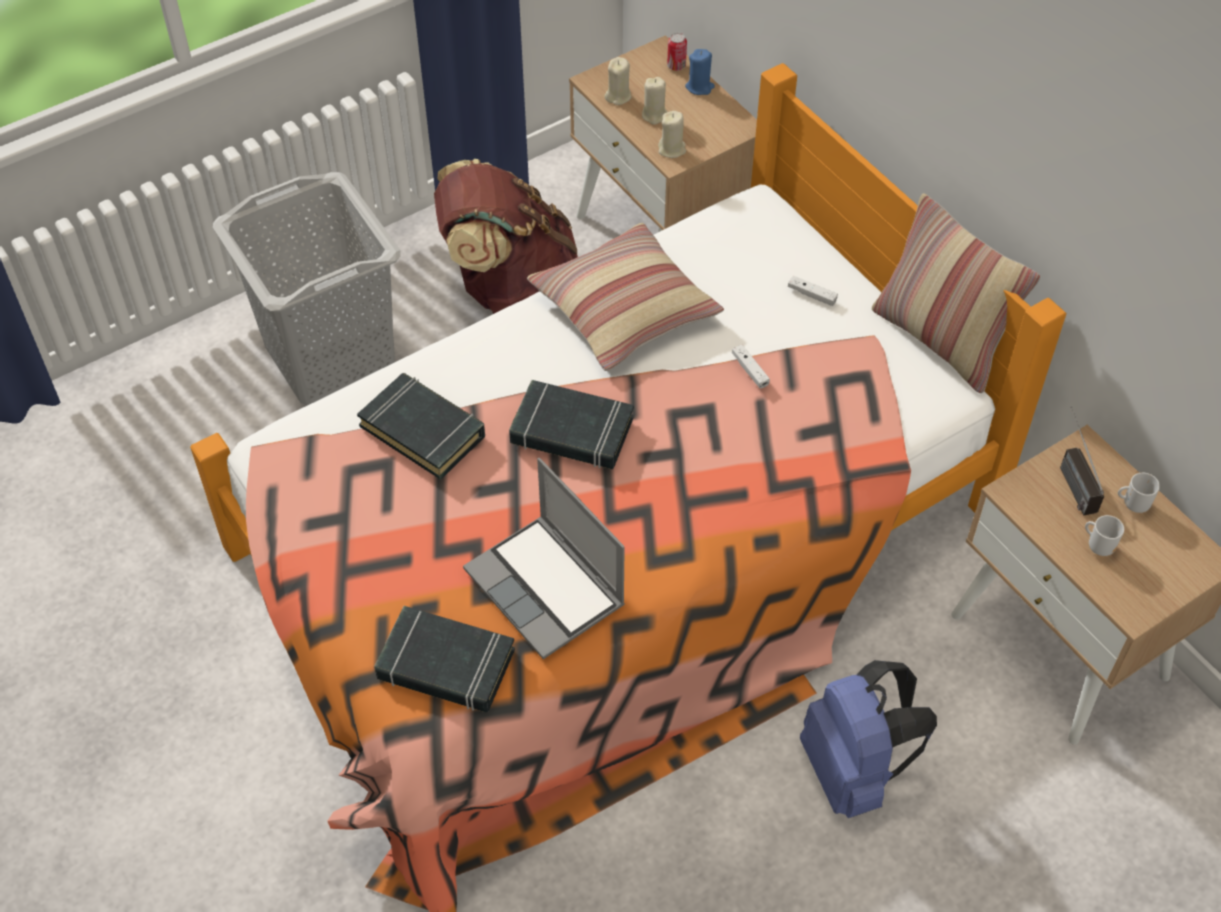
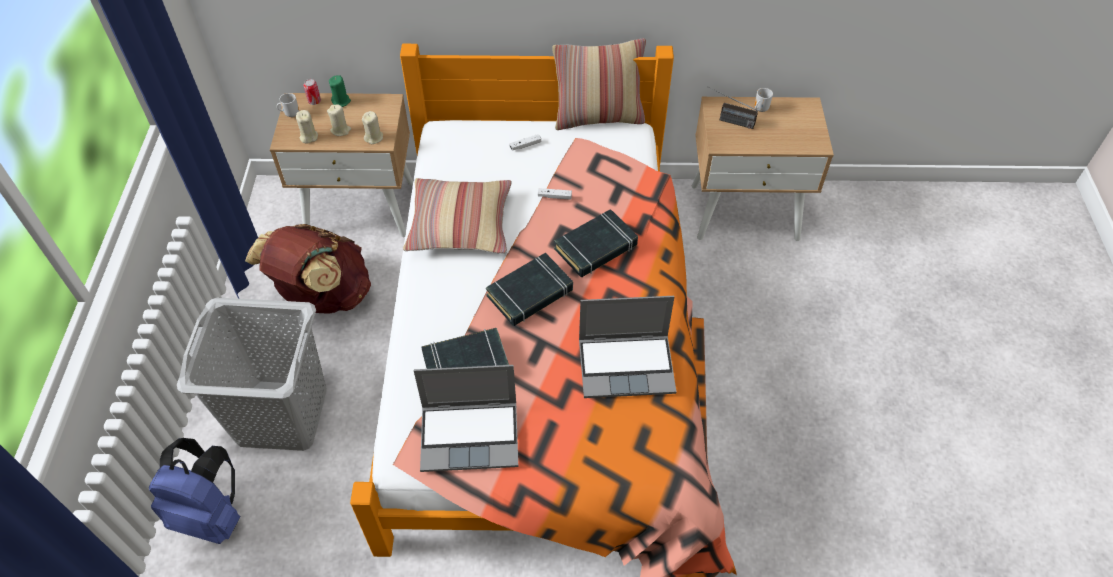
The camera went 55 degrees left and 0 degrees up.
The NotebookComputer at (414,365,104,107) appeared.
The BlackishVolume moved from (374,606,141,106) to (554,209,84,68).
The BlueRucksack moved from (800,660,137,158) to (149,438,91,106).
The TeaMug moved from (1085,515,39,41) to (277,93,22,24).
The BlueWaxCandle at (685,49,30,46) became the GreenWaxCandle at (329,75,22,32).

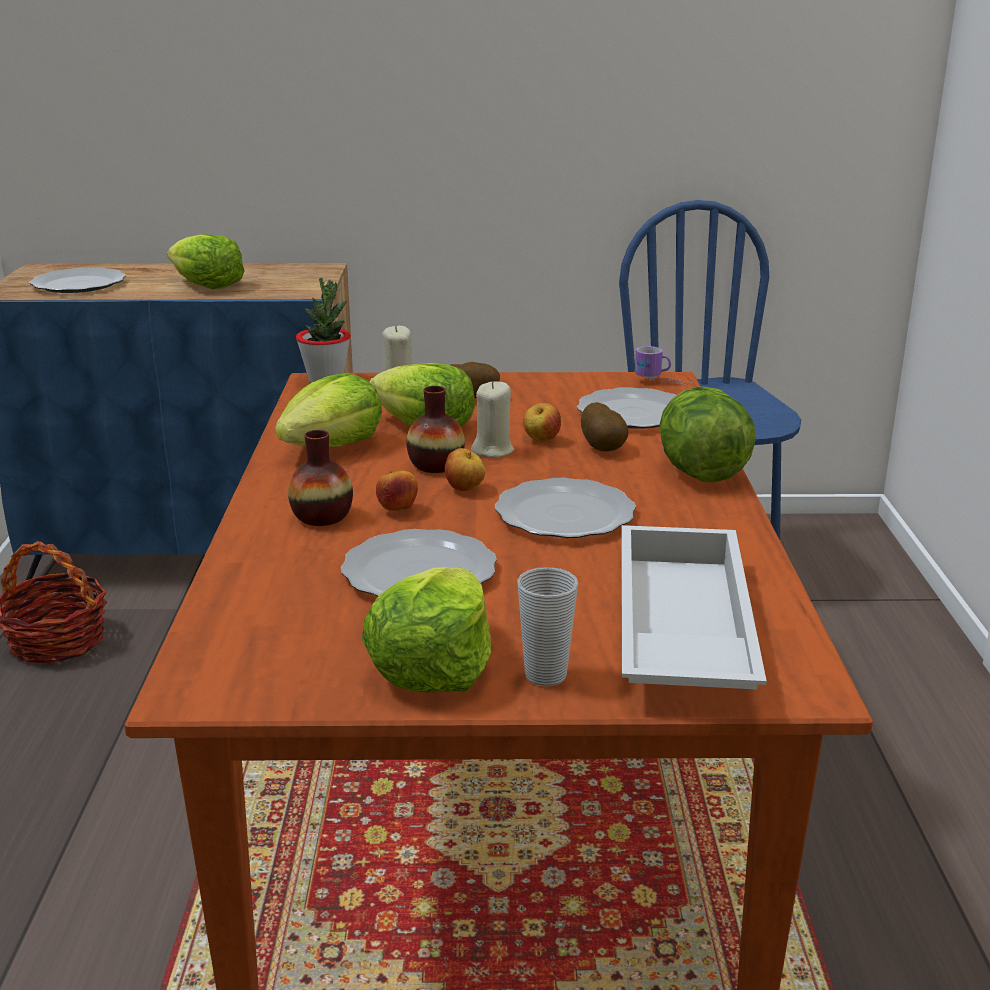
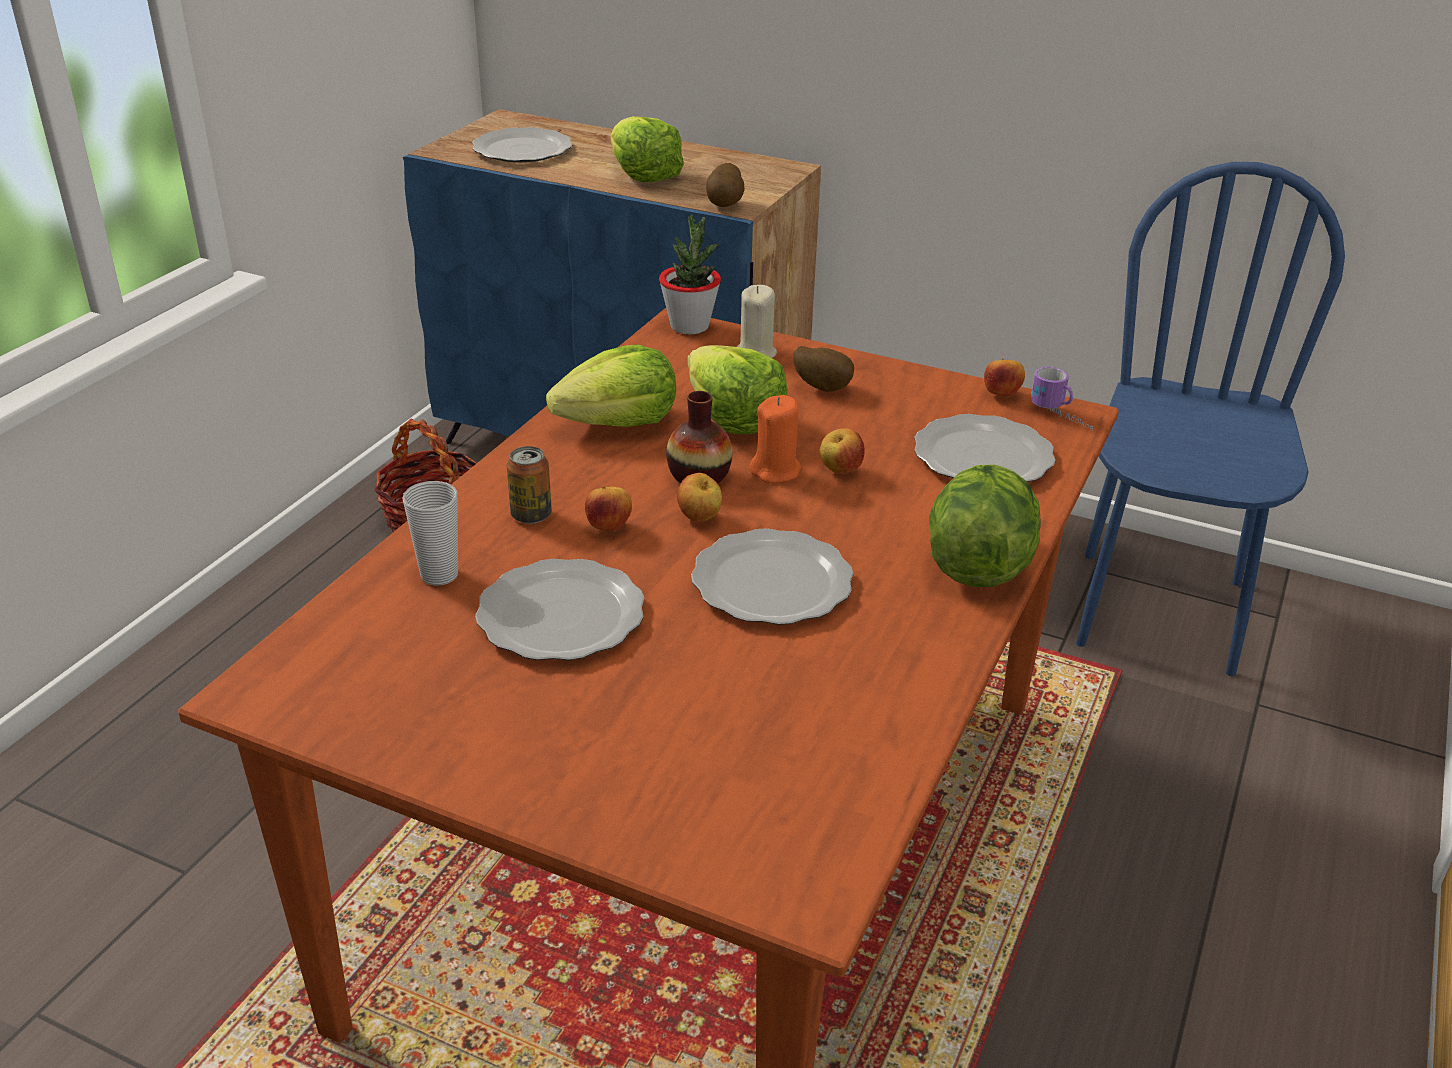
The camera went 25 degrees right and 10 degrees up.
The HeadOfLettuce at (362,567,129,126) disappeared.
The WhiteTray at (621,525,146,165) disappeared.
The WholeApple at (984,358,41,39) appeared.
The Cup moved from (517,567,61,119) to (402,481,56,104).
The Spud moved from (581,402,48,50) to (706,163,39,44).
The FlowerVase at (288,430,65,96) was replaced by the MetalCan at (507,446,45,78).
The BeigeWaxCandle at (471,381,43,77) became the OrangeColouredWaxCandle at (749,395,52,88).

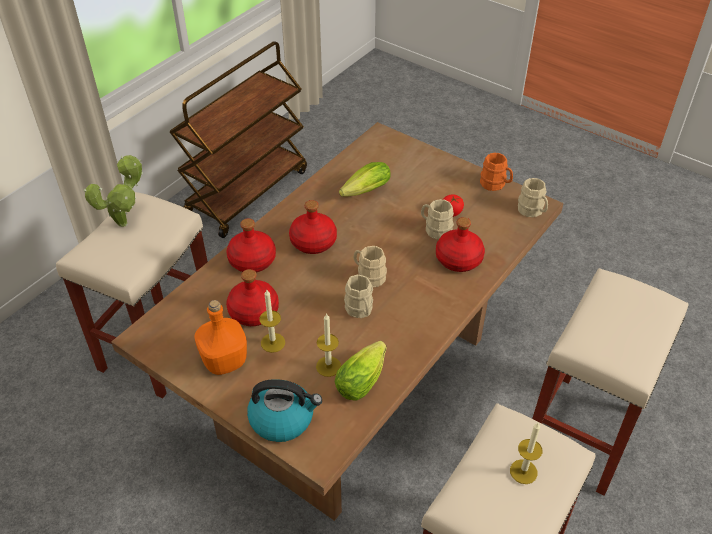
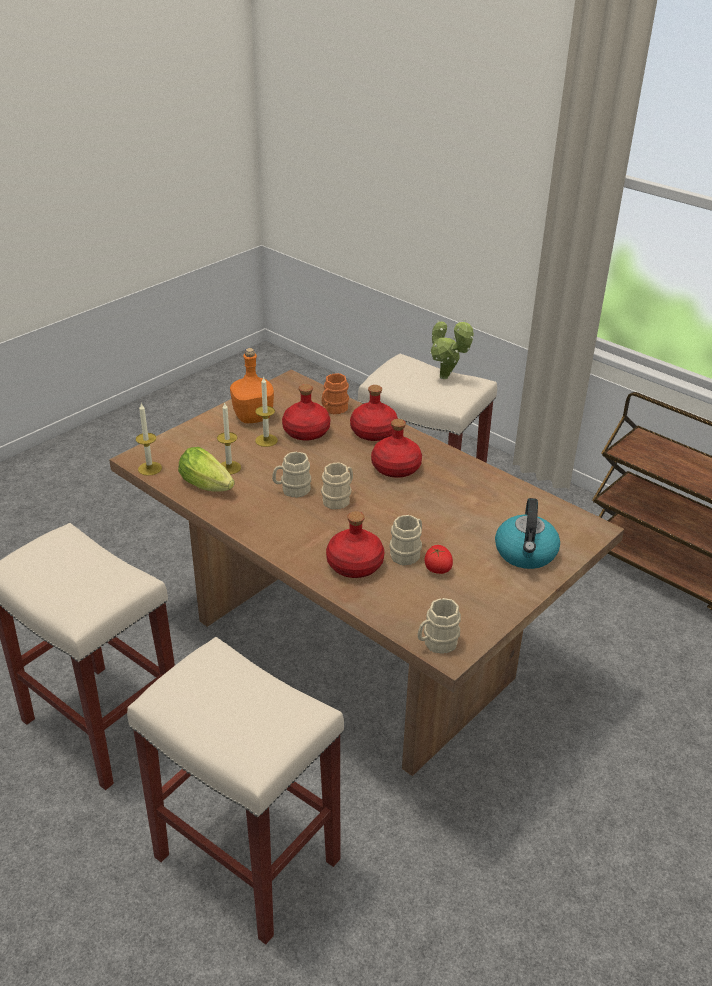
The camera went 95 degrees right and 10 degrees down.
The HeadOfLettuce at (339,162,51,35) disappeared.
The TeaKettle moved from (247,379,75,63) to (495,498,65,71).
The OrangeColouredTeaMug moved from (480,153,33,38) to (322,373,27,41).
The WaxCandle moved from (510,423,32,61) to (136,404,26,72).

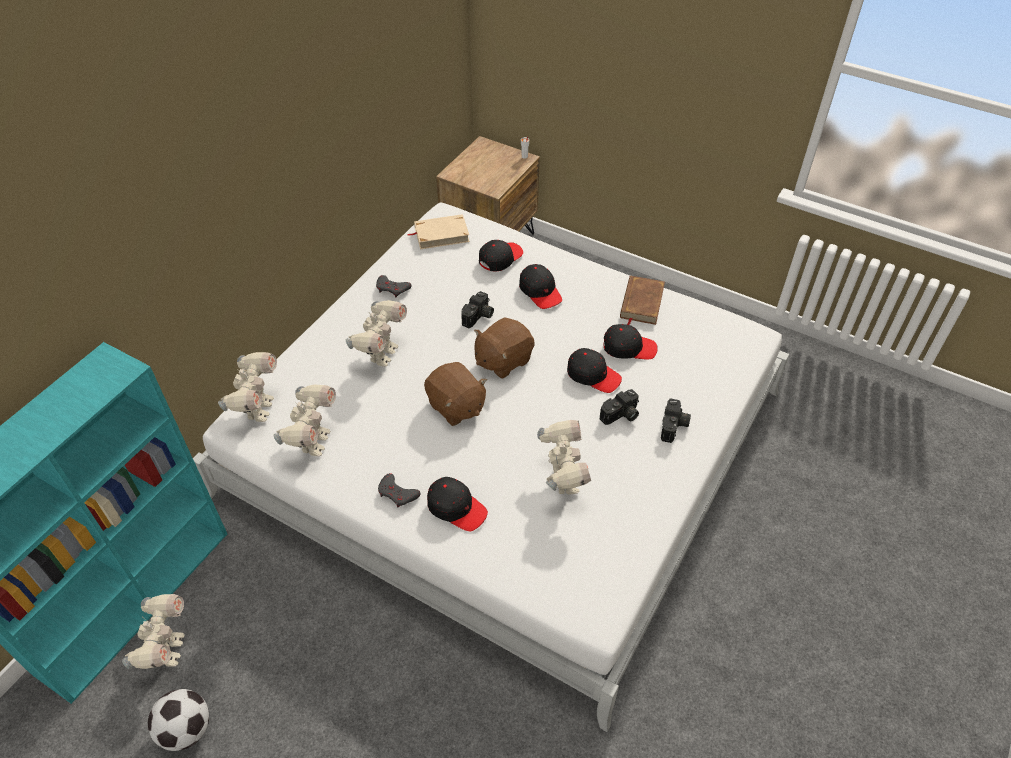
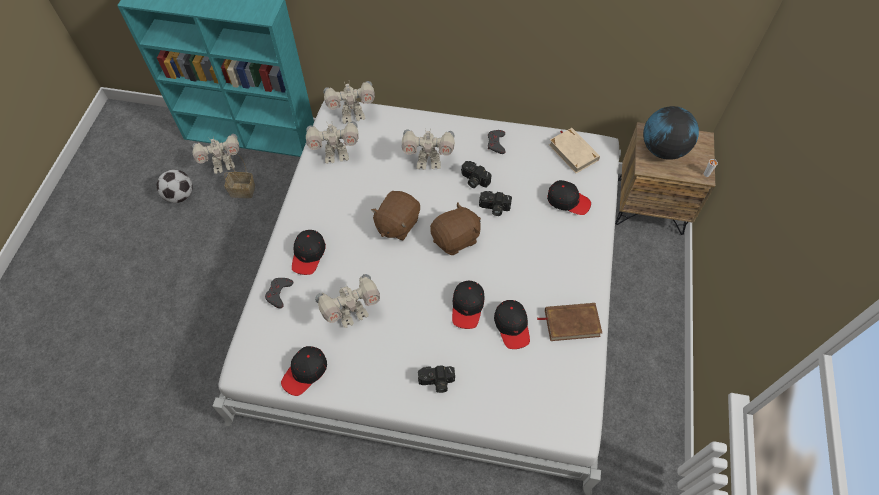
The camera went 70 degrees right and 10 degrees up.
The Basket at (224,153,31,45) appeared.
The DeskGlobe at (643,106,56,54) appeared.
The GreyGamepad moved from (378,473,43,34) to (265,278,28,30).
The BlackishBaseballCap moved from (519,264,43,45) to (281,346,46,50).
The PhotoCamera moved from (600,389,39,36) to (461,161,30,27).
The BrownishSoftToy at (474,318,61,61) turned 120 degrees clockwise.

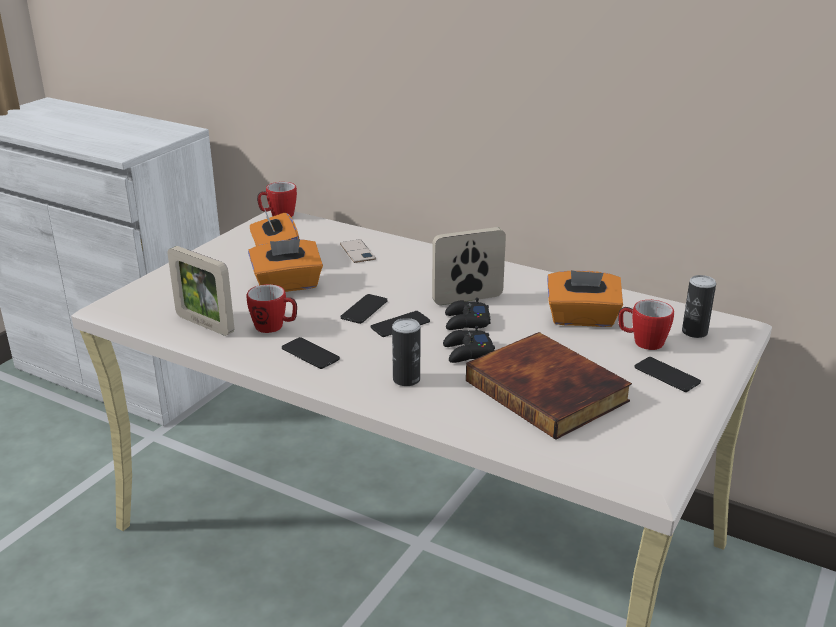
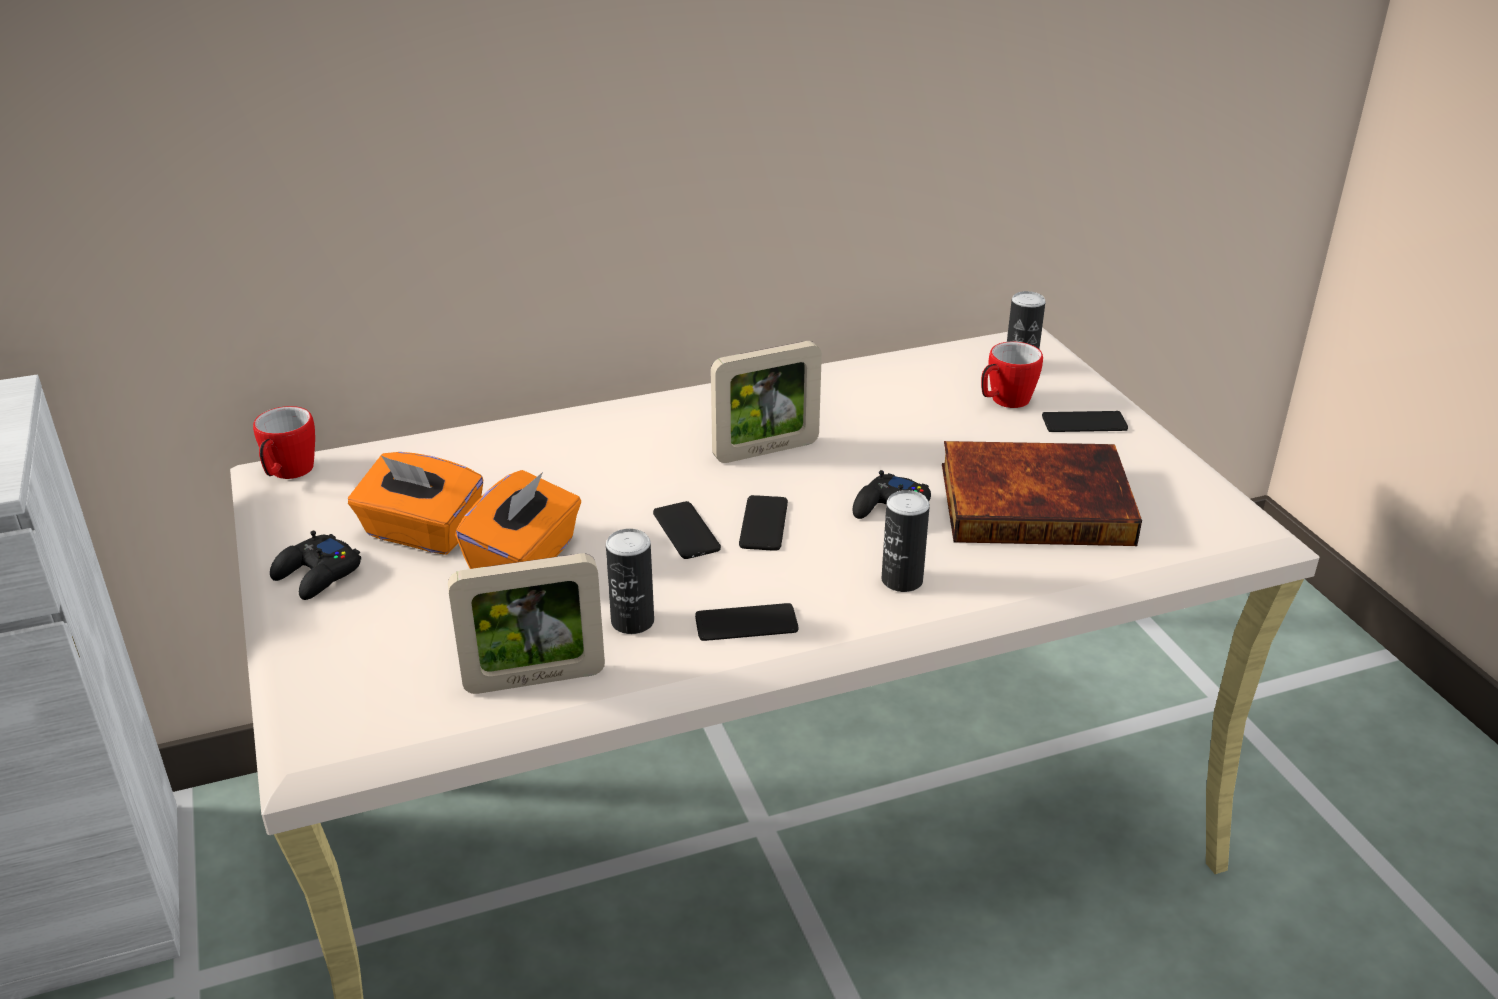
The camera went 50 degrees left and 5 degrees up.
The Telephone at (340,239,36,24) disappeared.
The OrangeColouredTissueBox at (547,270,76,57) disappeared.
The BlackishGamepad moved from (445,298,45,32) to (270,531,91,69).
The TeaMug at (246,284,51,49) was replaced by the MetalCan at (606,529,48,105).
The PictureFrame at (432,227,74,78) turned 135 degrees counterclockwise.

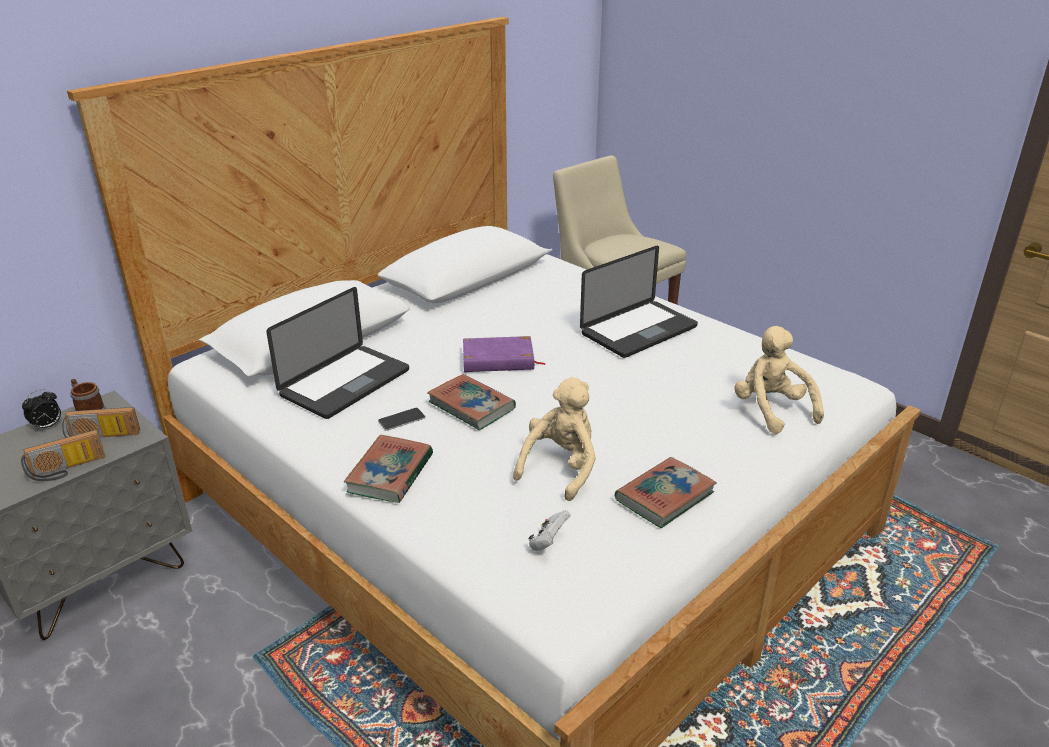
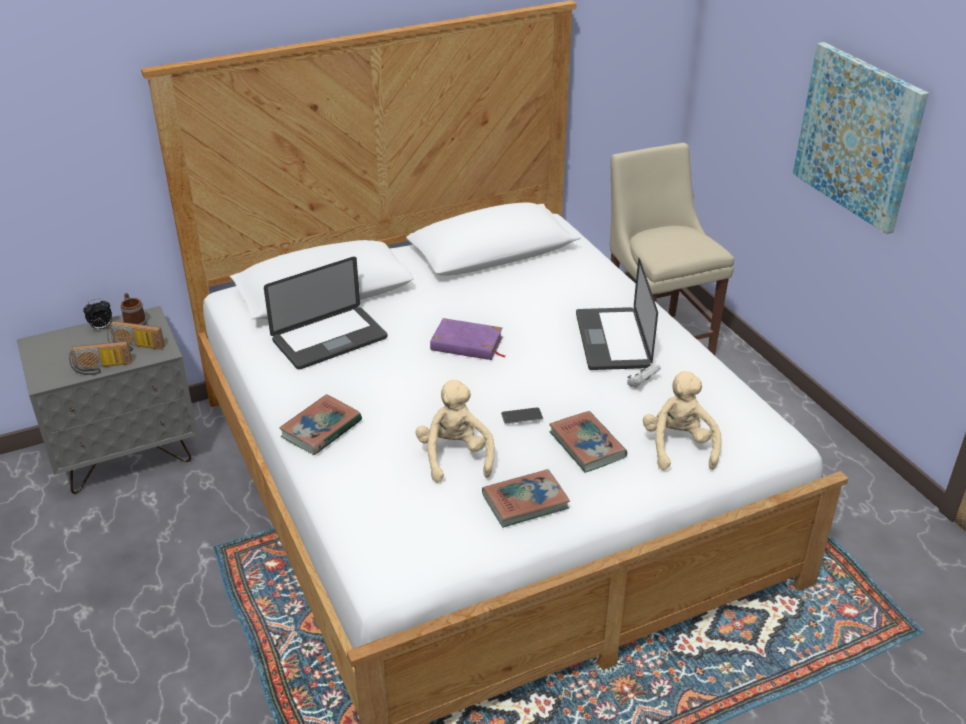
The camera went 20 degrees right and 5 degrees up.
The WallPicture at (793,42,136,192) appeared.
The Telephone moved from (378,408,48,23) to (501,407,42,17).
The Volume moved from (427,374,89,56) to (549,411,78,62).
The WhiteGamepad moved from (529,510,42,41) to (627,365,34,22).
The BeigeSoftToy at (513,377,83,124) turned 60 degrees counterclockwise.
The NotebookComputer at (580,245,118,113) turned 105 degrees clockwise.

